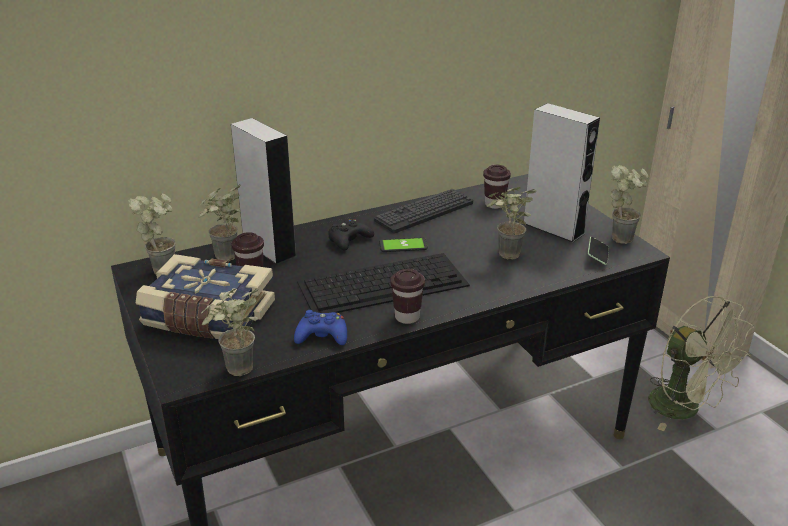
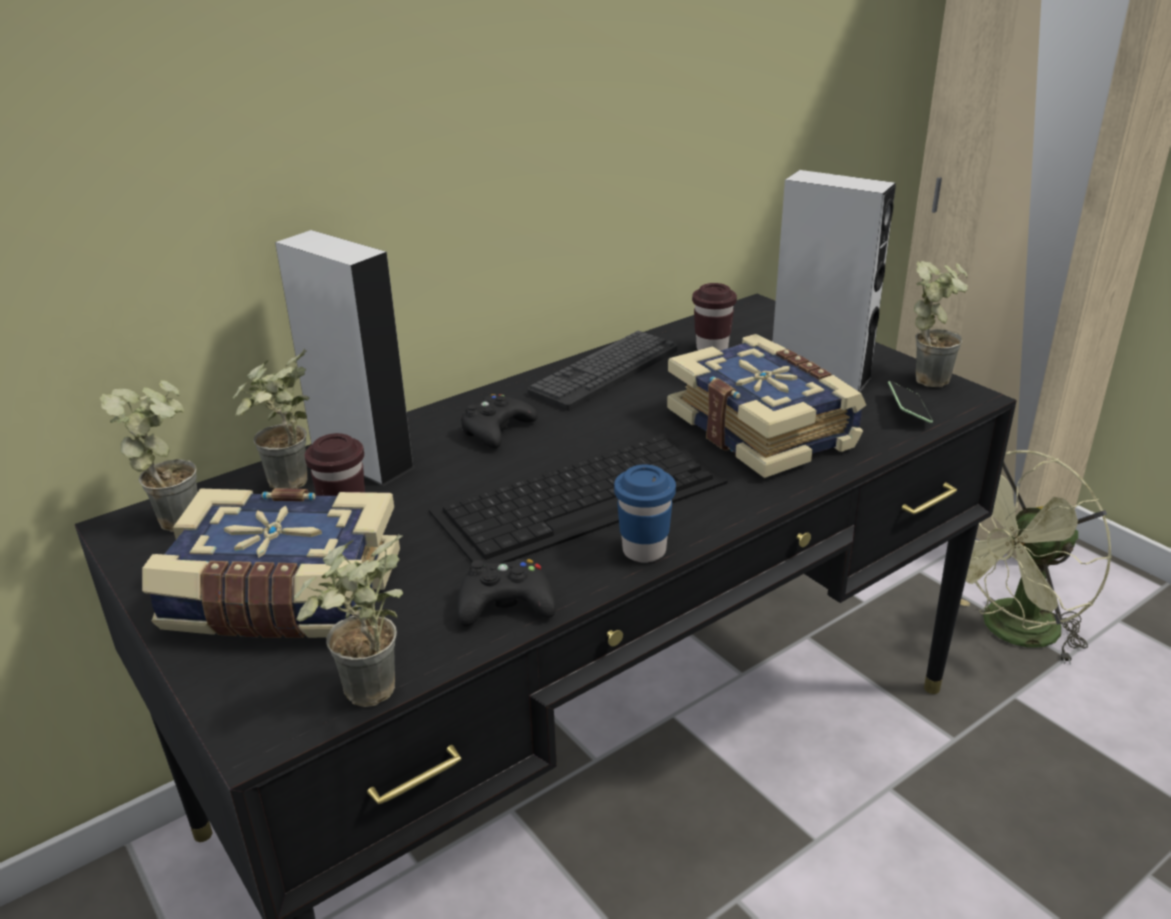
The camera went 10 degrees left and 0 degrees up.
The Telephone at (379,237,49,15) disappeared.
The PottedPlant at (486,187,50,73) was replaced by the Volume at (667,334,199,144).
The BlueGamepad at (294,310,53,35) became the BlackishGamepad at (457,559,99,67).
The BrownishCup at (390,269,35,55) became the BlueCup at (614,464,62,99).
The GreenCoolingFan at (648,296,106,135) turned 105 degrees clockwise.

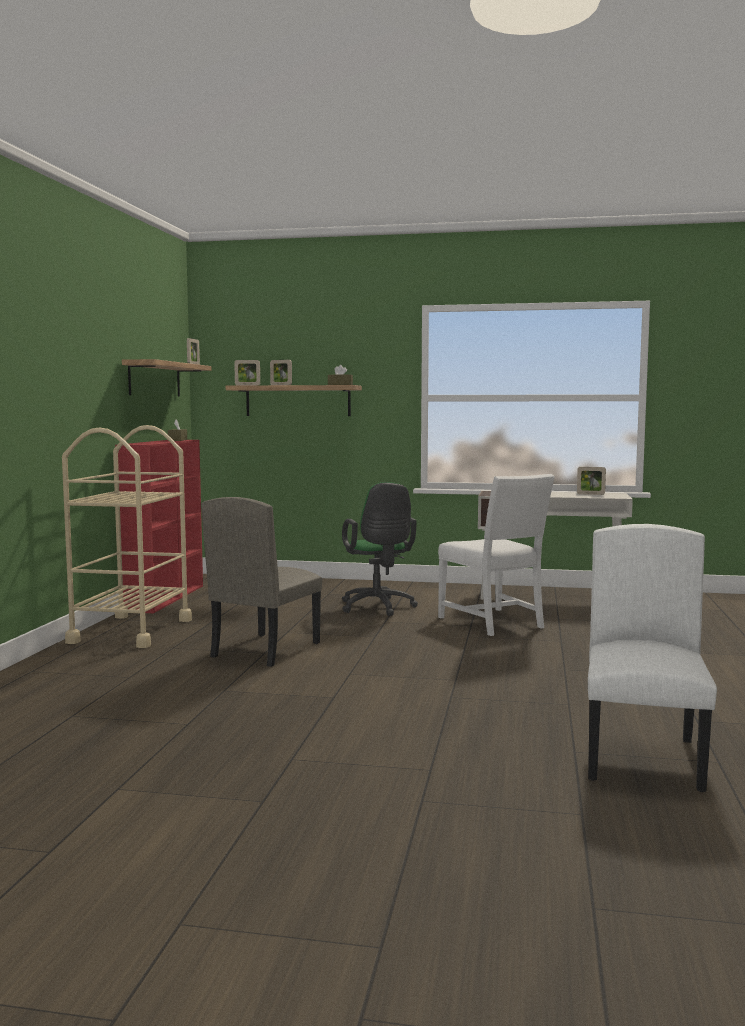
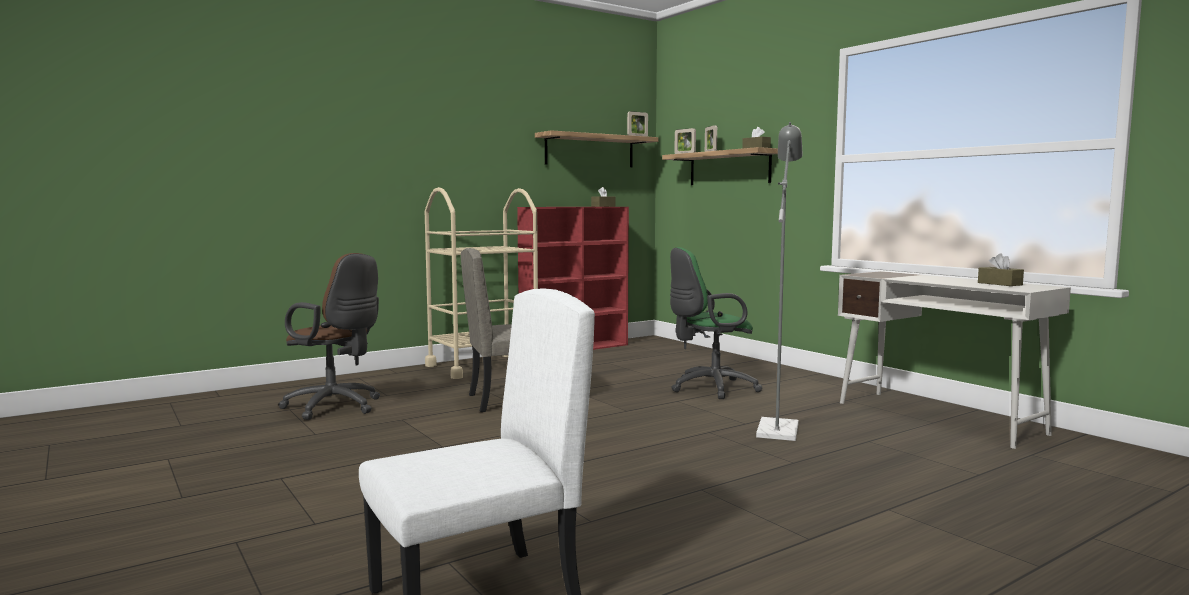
The camera went 45 degrees right and 0 degrees up.
The BrownishComputerChair at (278,253,102,167) appeared.
The WhiteUprightChair at (438,474,117,162) was replaced by the GreyStandingLamp at (756,122,46,319).
The PictureFrame at (577,467,29,28) was replaced by the BrownishTissueBox at (978,253,46,33).
The GreenComputerChair at (342,482,76,134) turned 45 degrees clockwise.

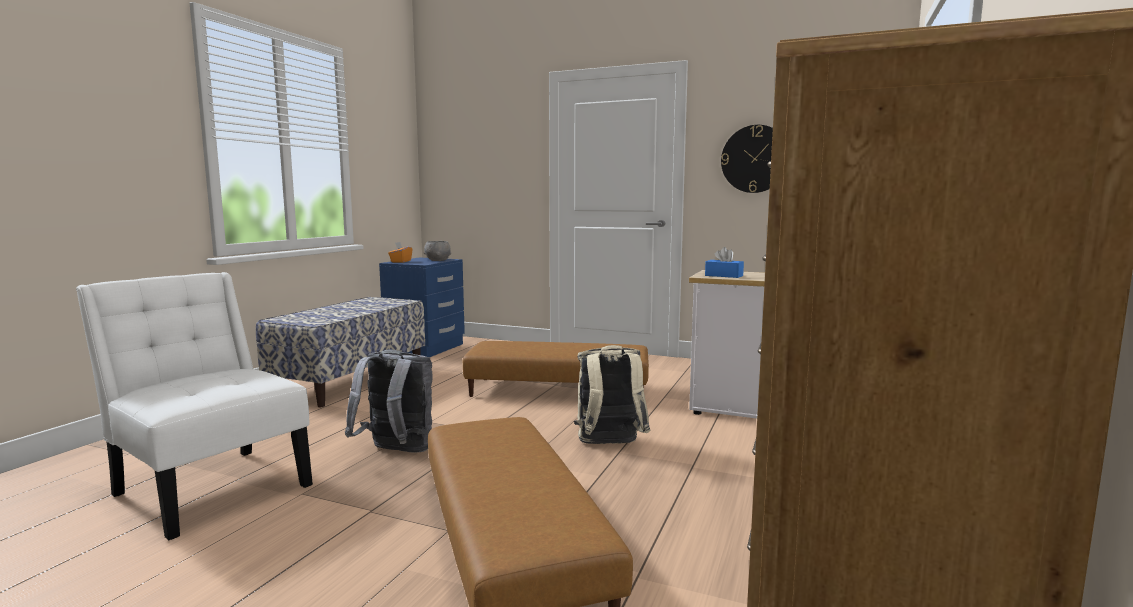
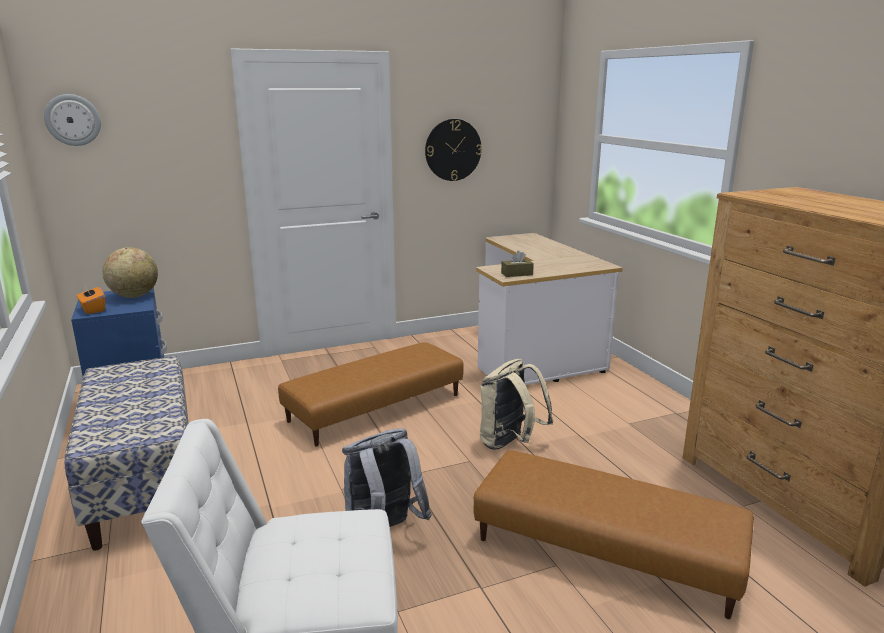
The camera went 45 degrees left and 10 degrees up.
The ClockOnTheWall at (44,94,57,52) appeared.
The GreyDeepDish at (424,241,27,20) was replaced by the DeskGlobe at (102,247,56,51).
The BlueTissueBox at (705,247,39,31) became the BrownishTissueBox at (501,251,33,26).

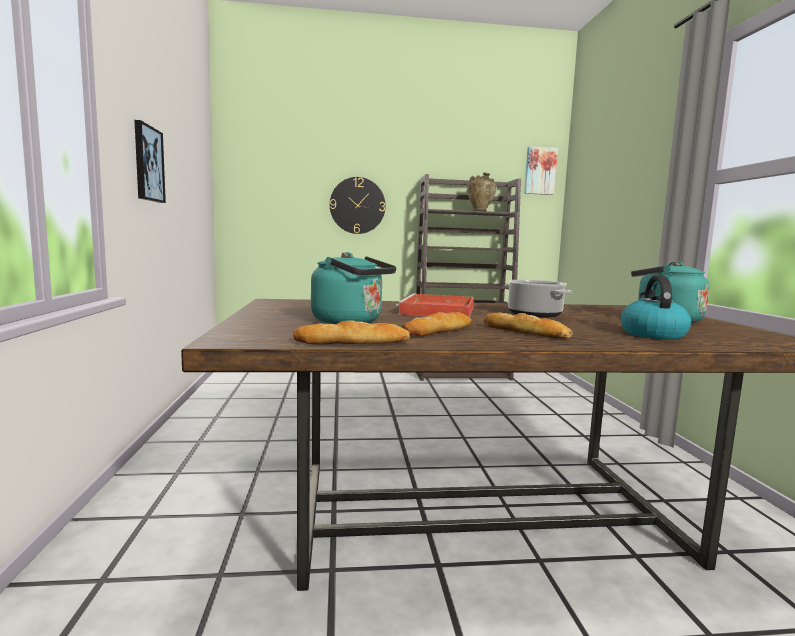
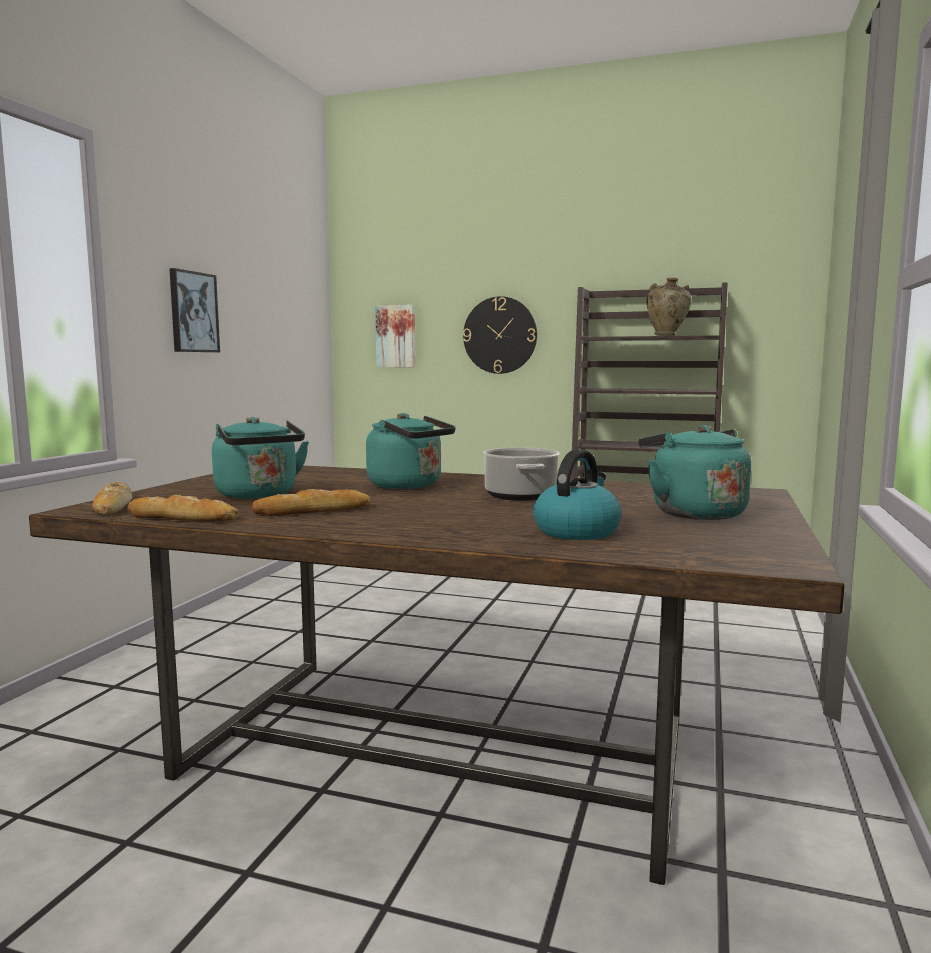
The camera went 25 degrees right and 0 degrees up.
The BakedBread moved from (484,312,89,26) to (92,482,41,33).
The WallPicture moved from (524,146,34,49) to (375,305,40,62).
The RedColouredTray at (396,293,78,24) was replaced by the BlueGreenTeaKettle at (366,413,90,76).

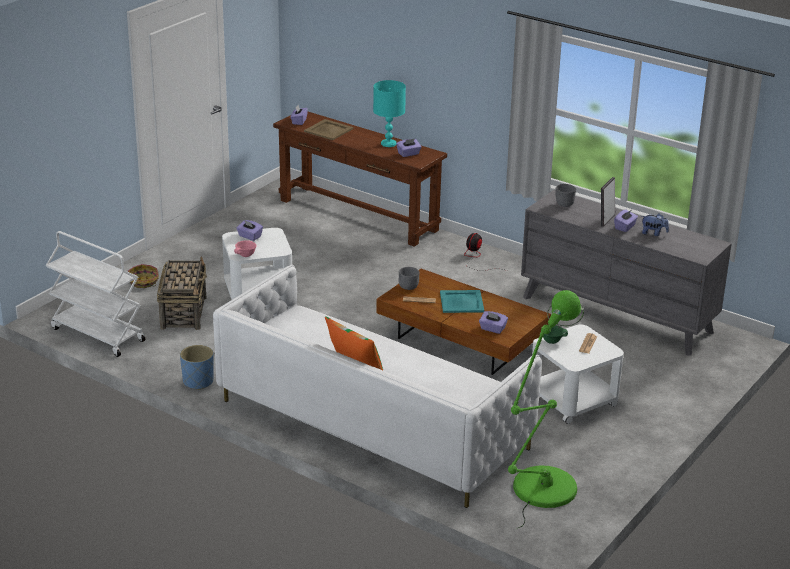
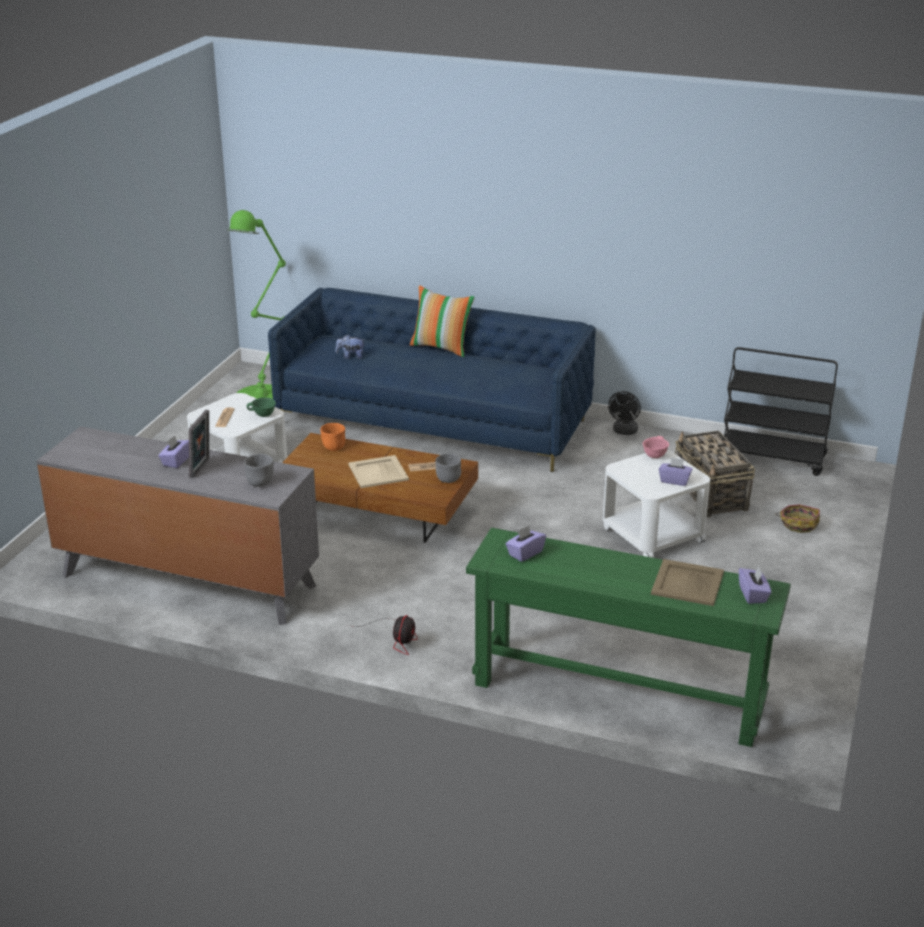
The camera went 165 degrees right and 0 degrees up.
The BlueGreenTableLamp at (373,80,33,67) disappeared.
The SoftToy moved from (642,214,27,22) to (335,334,29,25).
The BlueFlowerPot at (180,345,34,45) was replaced by the BlackishCoolingFan at (608,391,33,44).
The PurpleTissueBox at (479,311,29,23) was replaced by the OrangeColouredDeepDish at (320,423,25,28).
The WhiteWheeledCart at (46,231,99,126) became the BlackishWheeledCart at (724,347,114,129).
The WhiteCouch at (213,265,329,243) became the BlueCouch at (268,288,328,184).
The BrownishHallTable at (273,112,174,135) became the GreenHallTable at (466,528,325,219).
The BlueGreenTray at (440,290,44,23) became the BeigeTray at (348,455,61,33).

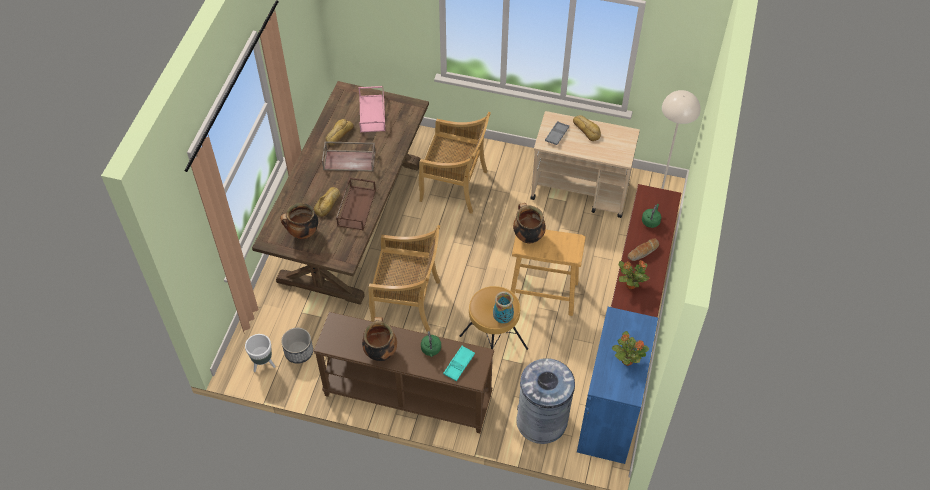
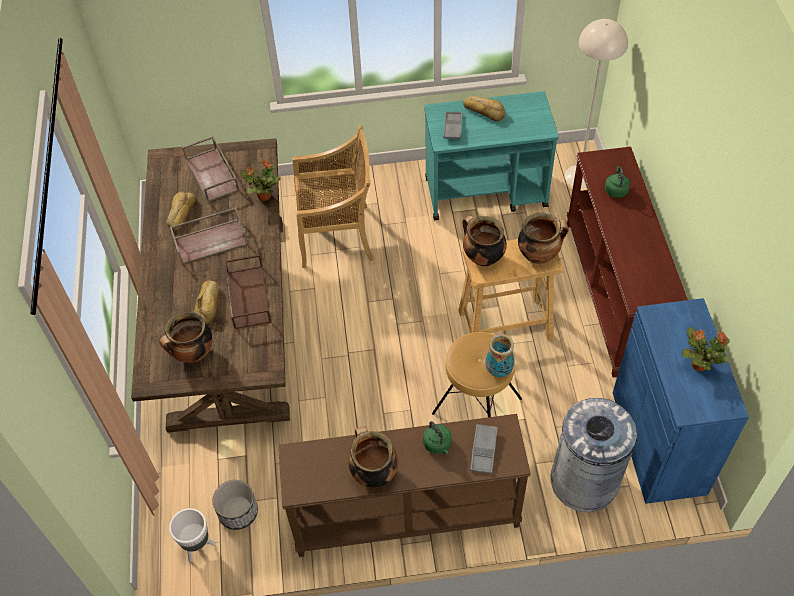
The camera went 20 degrees left and 0 degrees up.
The BeigeUprightChair at (368,225,72,107) disappeared.
The BakedBread at (628,238,31,23) disappeared.
The Saucepot at (518,213,51,51) appeared.
The PottedPlant moved from (618,260,31,29) to (240,160,41,41).
The PinkishTray at (359,86,26,47) became the BrownishTray at (182,136,57,66).
The BlueGreenTray at (443,346,32,35) became the GreyTray at (470,424,28,50).
The BeigeWheeledCart at (531,111,109,107) became the BlueGreenWheeledCart at (424,91,135,129).

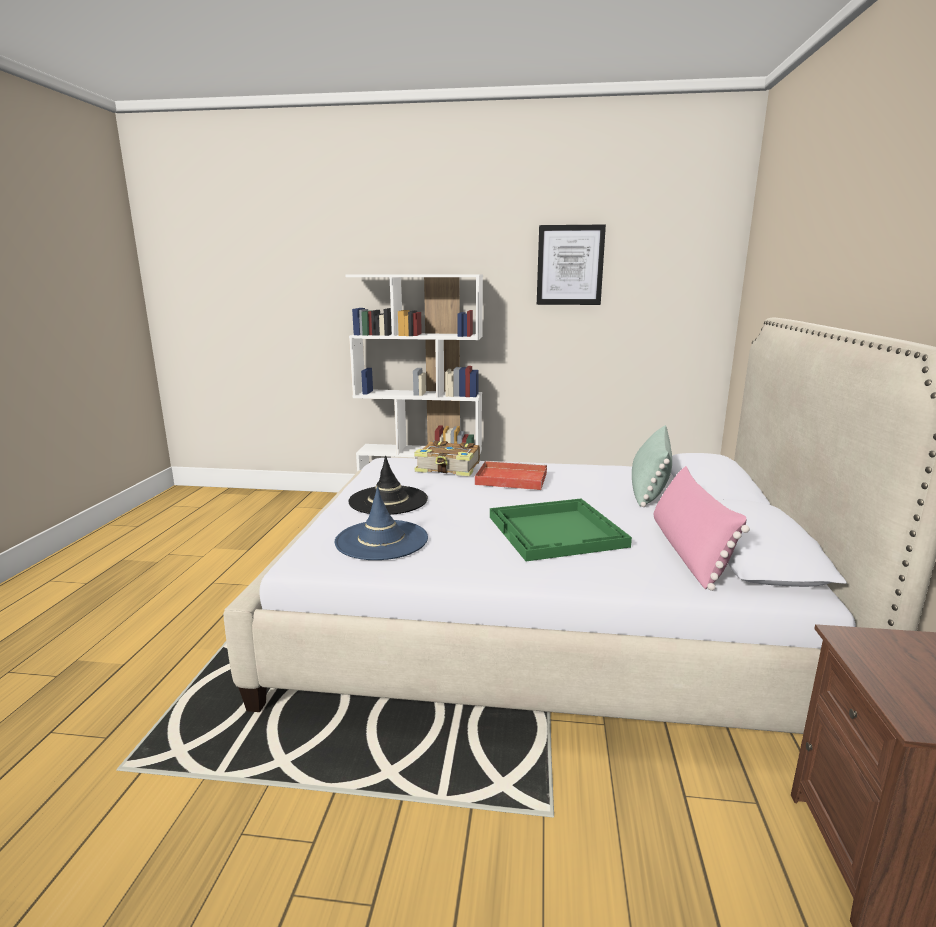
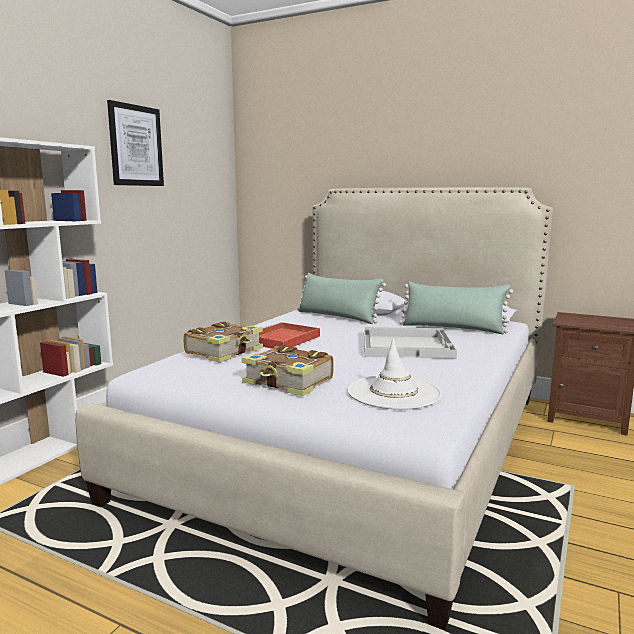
The camera went 70 degrees left and 5 degrees down.
The BlackishHat at (348,456,80,59) was replaced by the Volume at (242,345,92,51).
The BlueHat at (335,487,93,73) became the WhiteHat at (347,338,95,72).
The GreenTray at (490,499,142,62) became the WhiteTray at (364,327,93,32).
The PinkishThrowPillow at (654,466,96,125) became the GreenThrowPillow at (400,281,113,53).

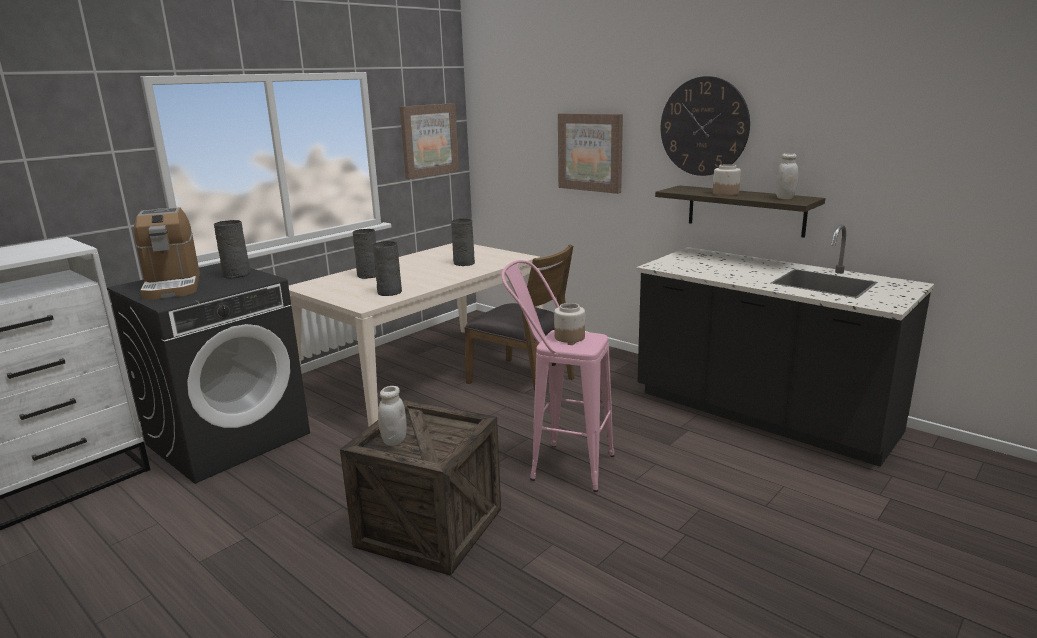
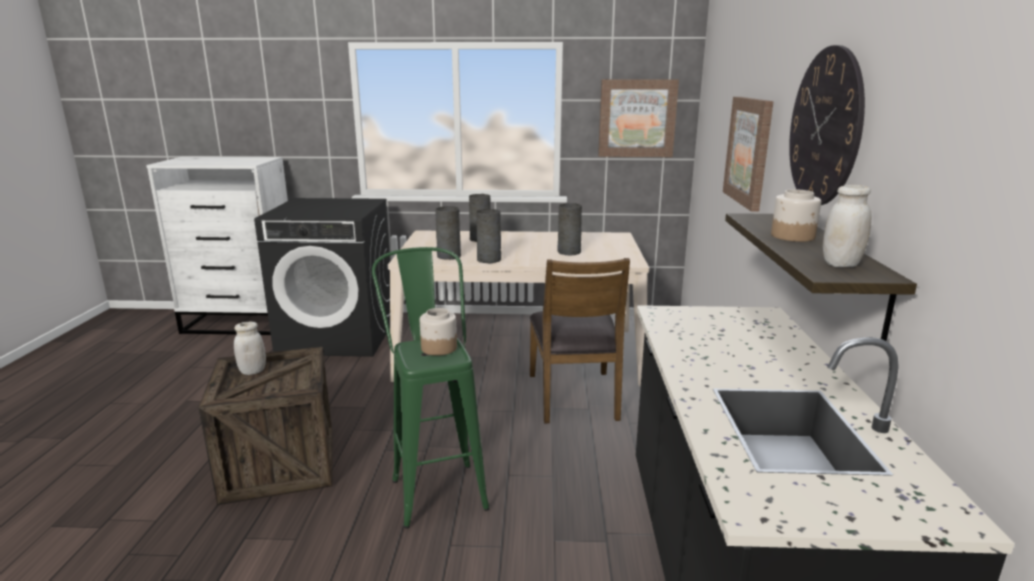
The camera went 50 degrees right and 0 degrees up.
The CoffeeBrewer at (134,207,66,93) disappeared.
The GreyFlowerVase moved from (214,220,36,59) to (476,209,25,54).
The PinkishSittingStool at (501,260,114,232) became the GreenSittingStool at (372,247,117,282).

